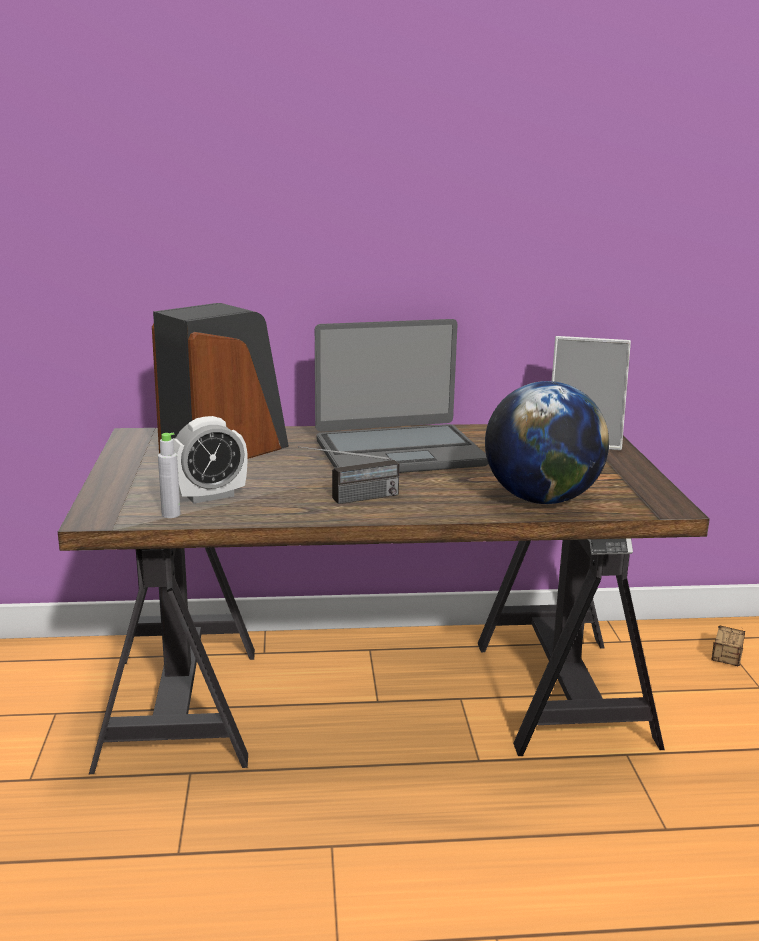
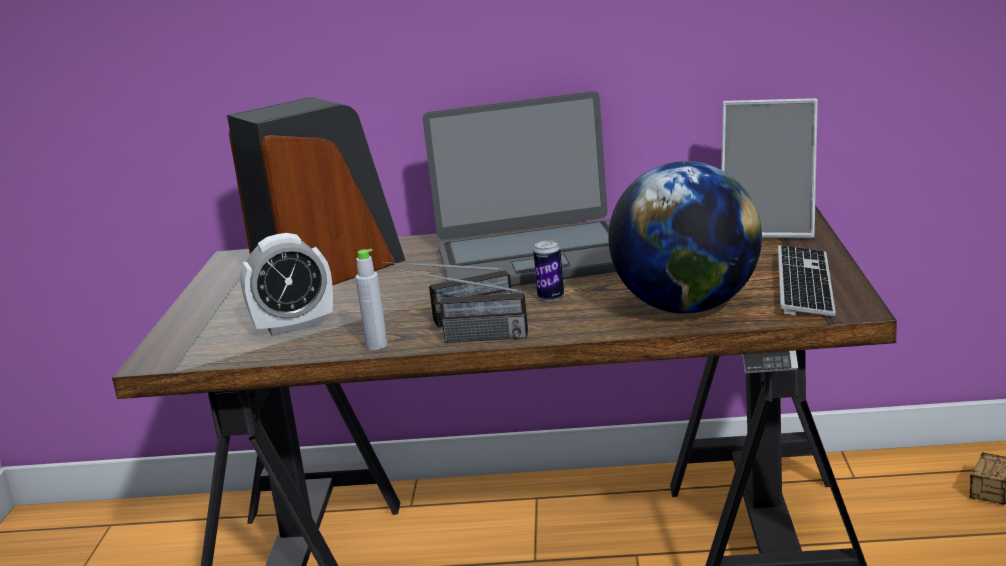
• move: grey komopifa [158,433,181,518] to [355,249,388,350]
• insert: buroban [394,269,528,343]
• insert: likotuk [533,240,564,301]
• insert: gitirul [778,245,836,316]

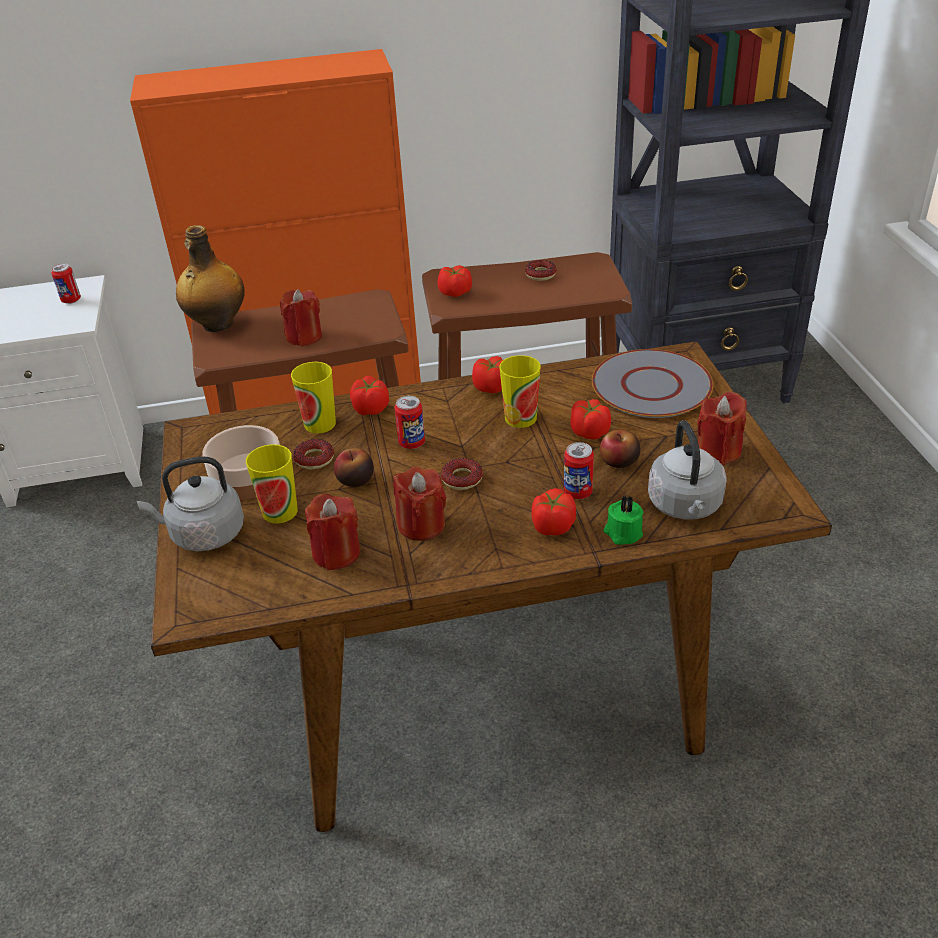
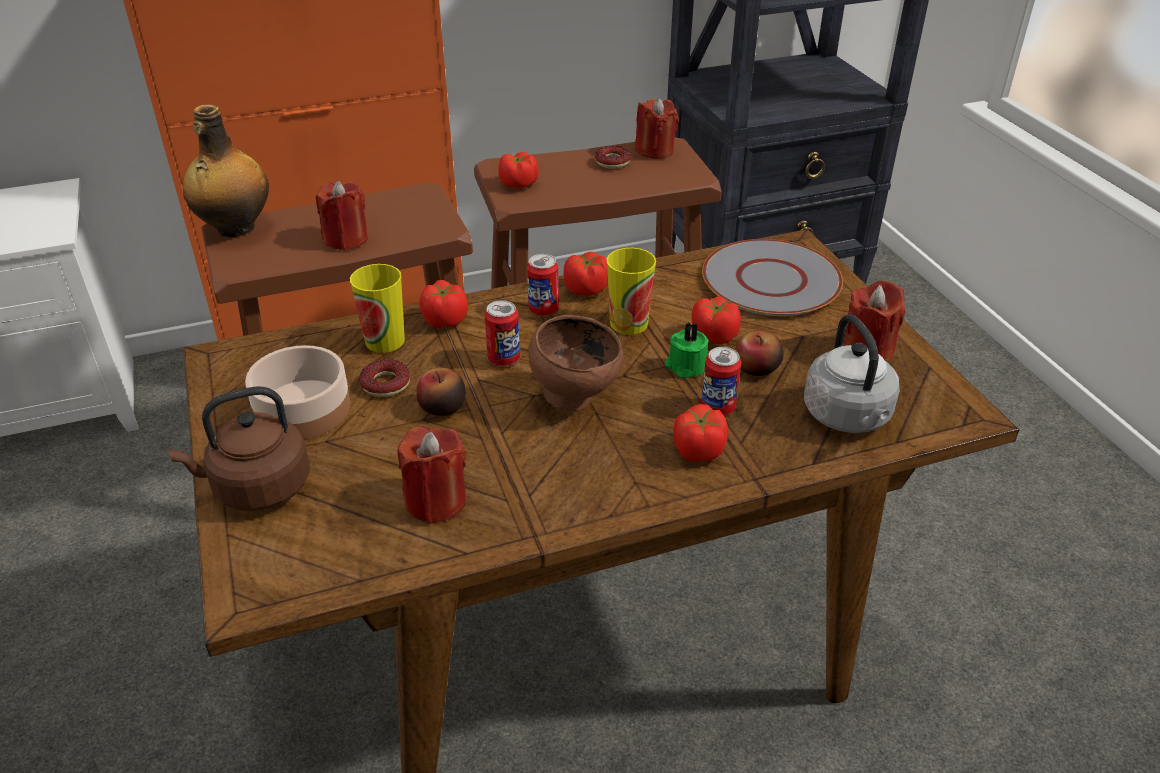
• move: likotuk [51,263,81,304] to [527,254,559,316]
• recolor: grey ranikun [137,456,244,551] to brown ranikun [167,387,310,511]
• delete: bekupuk [246,444,298,524]
• move: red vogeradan [393,466,446,541] to [635,98,679,159]
• replace: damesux [441,458,483,490] to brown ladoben [528,315,623,411]
• move: green vogeradan [604,495,644,545] to [665,323,709,378]

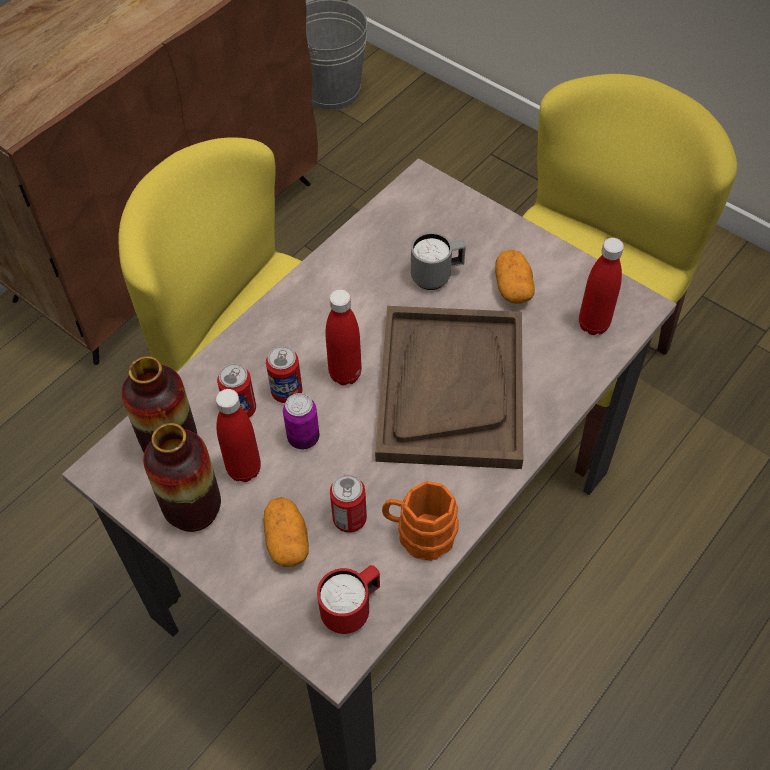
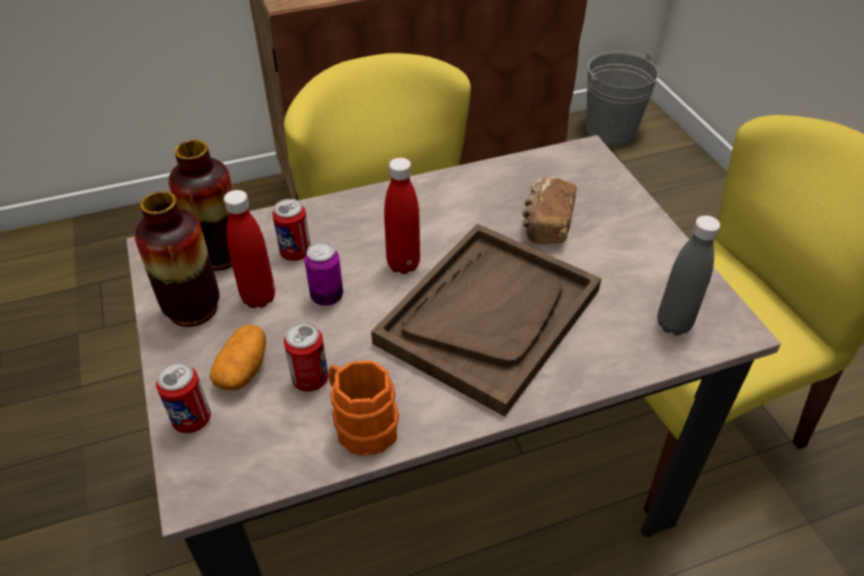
• move: likotuk [266,346,302,403] to [156,362,211,433]
• delete: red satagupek [317,565,380,634]
• replace: grey satagupek [411,232,466,290] to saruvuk [522,176,577,244]
• delete: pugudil [495,250,535,304]
• recolor: red komopifa [579,238,624,335] to grey komopifa [657,215,720,335]

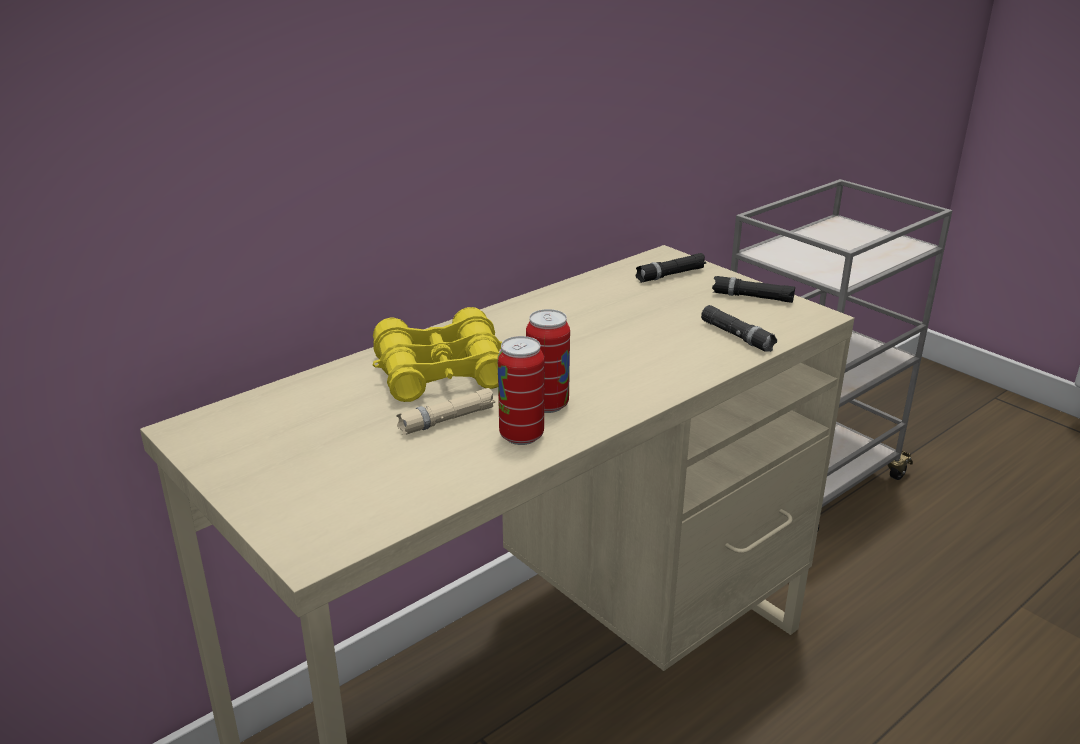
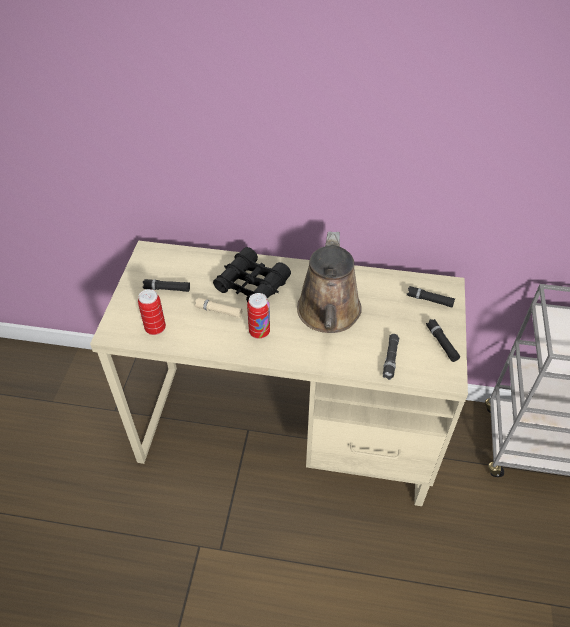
• recolor: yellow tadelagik [373,307,502,402] to black tadelagik [213,247,291,303]
• move: likotuk [497,336,544,445] to [138,289,166,335]
• insert: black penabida [143,279,190,292]
• insert: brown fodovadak [297,231,362,333]

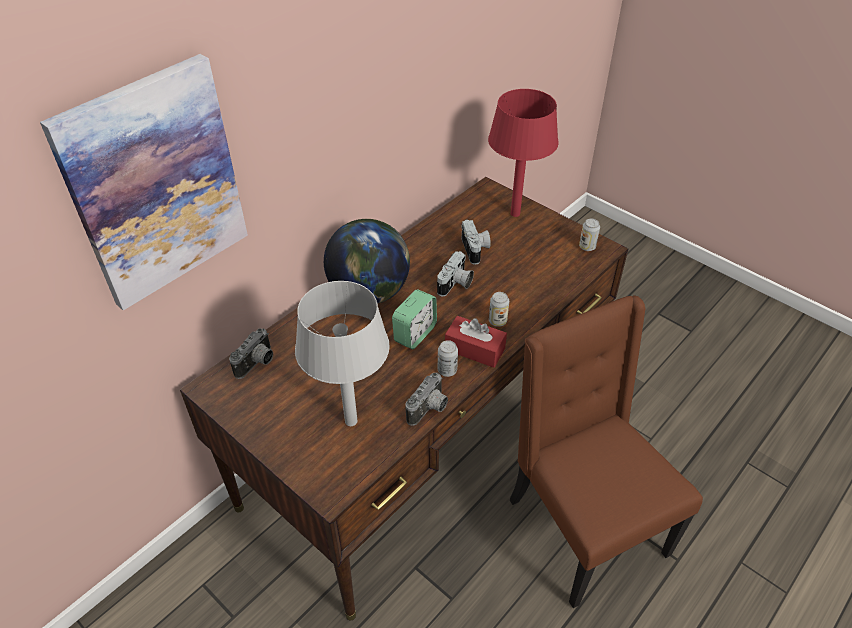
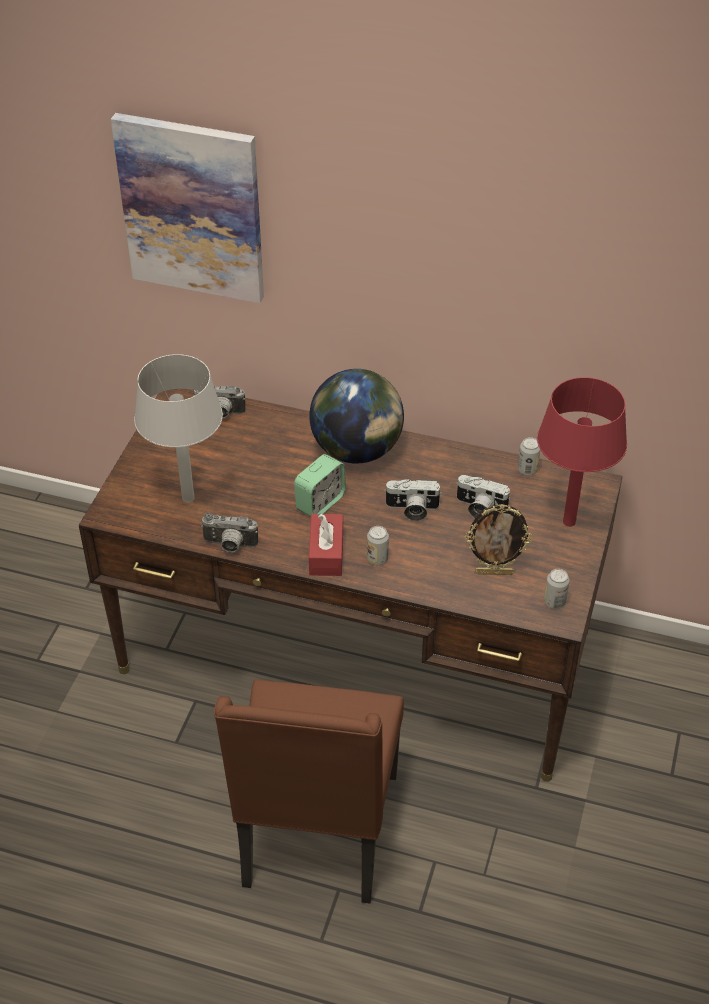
• rotate: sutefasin [392,289,437,349] = [294,454,346,517] 60 degrees counterclockwise
• move: likotuk [438,340,458,377] to [518,437,540,476]
• rotate: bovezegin [461,220,491,265] = [456,475,511,518] 60 degrees clockwise
• rotate: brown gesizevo [510,295,703,608] = [214,680,404,903] 150 degrees clockwise
• insert: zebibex [465,504,533,575]

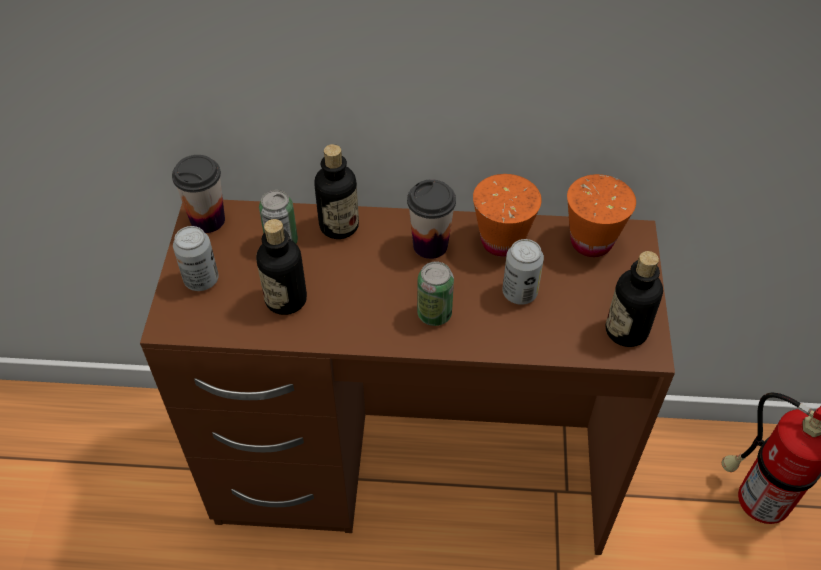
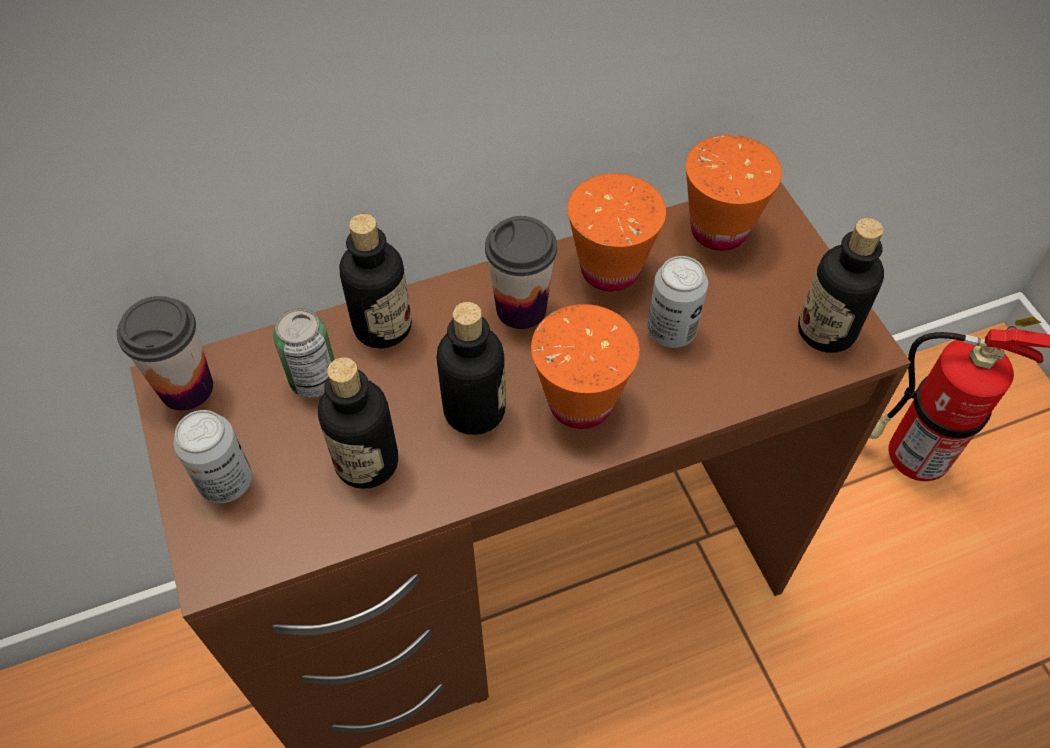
• replace: likotuk [417,261,454,326] to orange bekupuk [531,304,640,429]
• insert: komopifa [436,302,506,435]

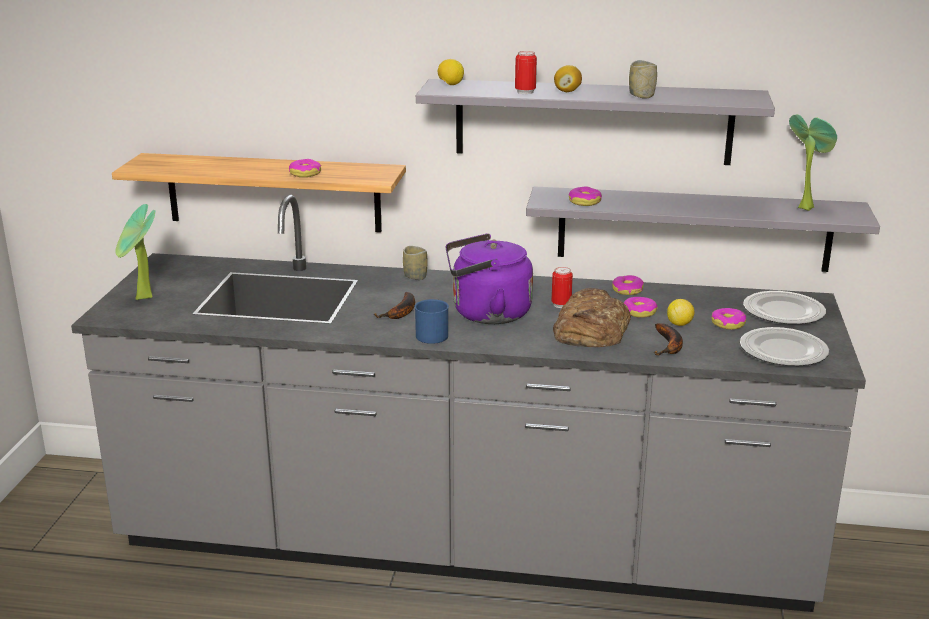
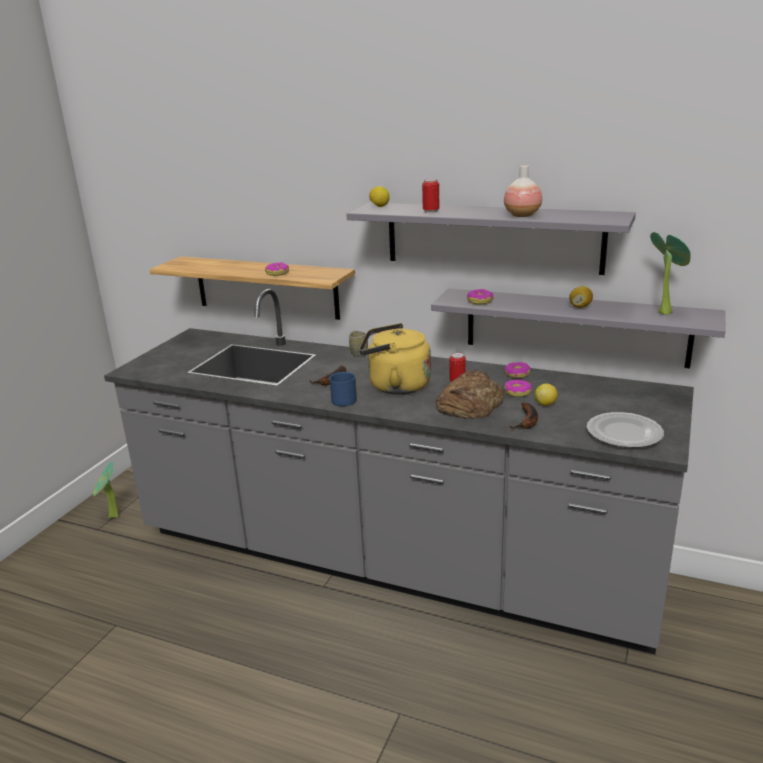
• move: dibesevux [115,204,156,300] to [93,461,119,518]
• recolor: purple ranikun [446,233,533,324] to yellow ranikun [359,323,431,395]
• move: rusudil [554,65,582,92] to [569,286,593,308]
• replace: bekupuk [629,60,657,99] to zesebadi [504,165,542,217]
• delete: damesux [711,308,746,330]
• delete: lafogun [743,291,826,324]

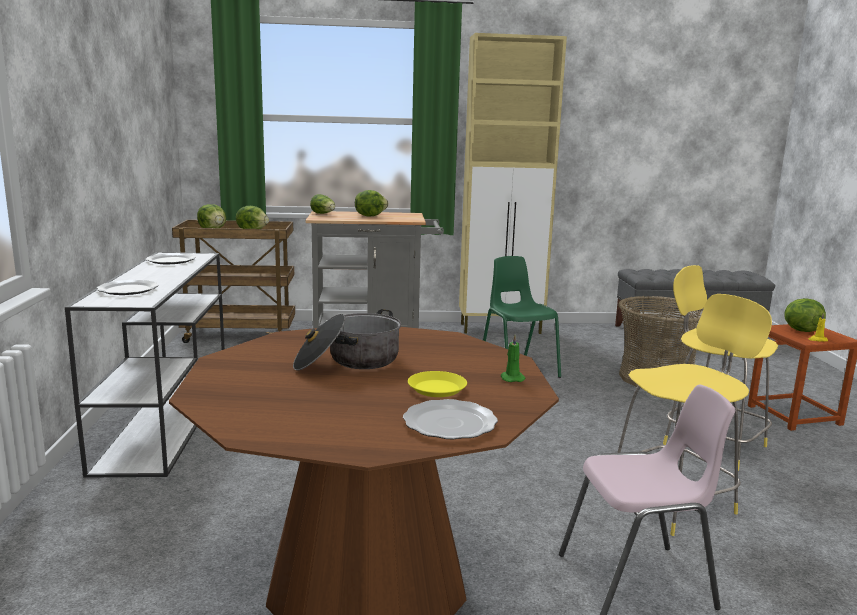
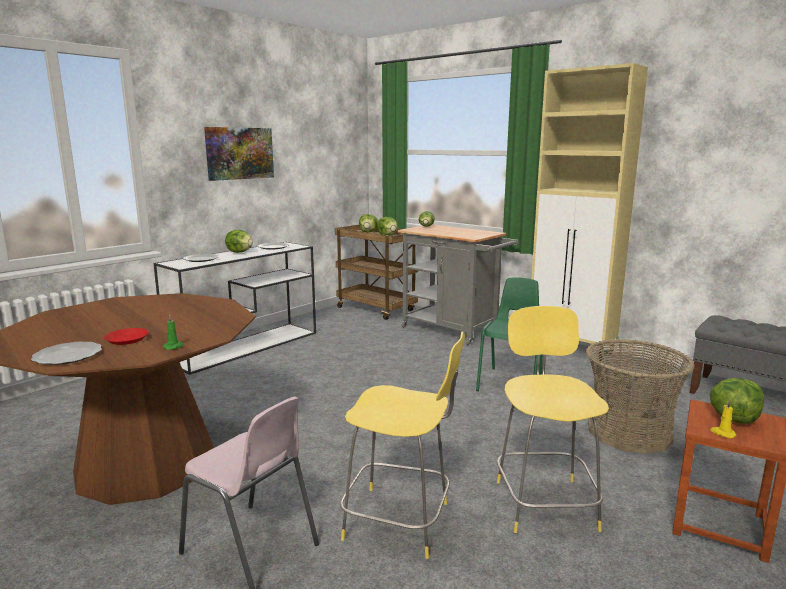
• delete: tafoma [293,309,401,371]
• move: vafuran [355,190,388,217] to [225,230,253,253]
• recolor: yellow lafogun [408,371,467,397] to red lafogun [104,328,149,345]
• insert: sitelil [204,127,274,181]

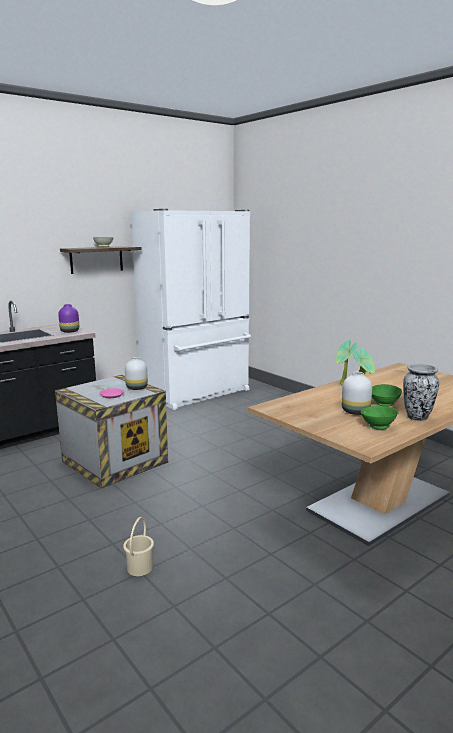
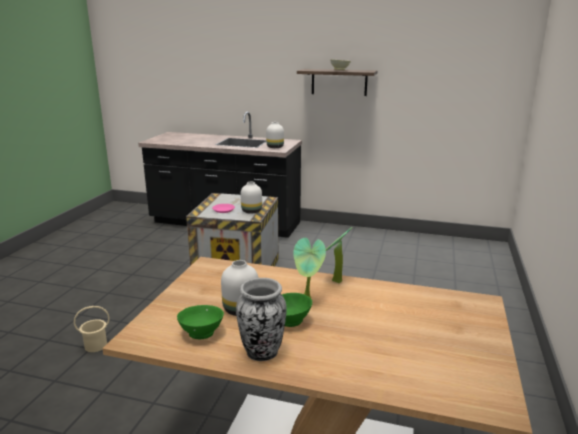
• recolor: purple zesebadi [58,304,79,333] to white zesebadi [266,122,284,148]
• delete: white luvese [131,209,251,410]

